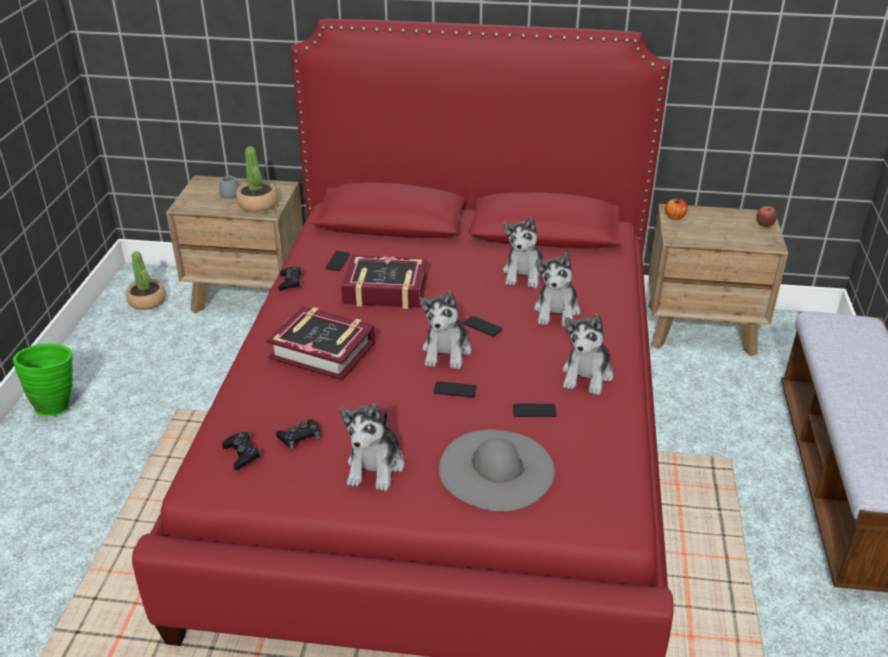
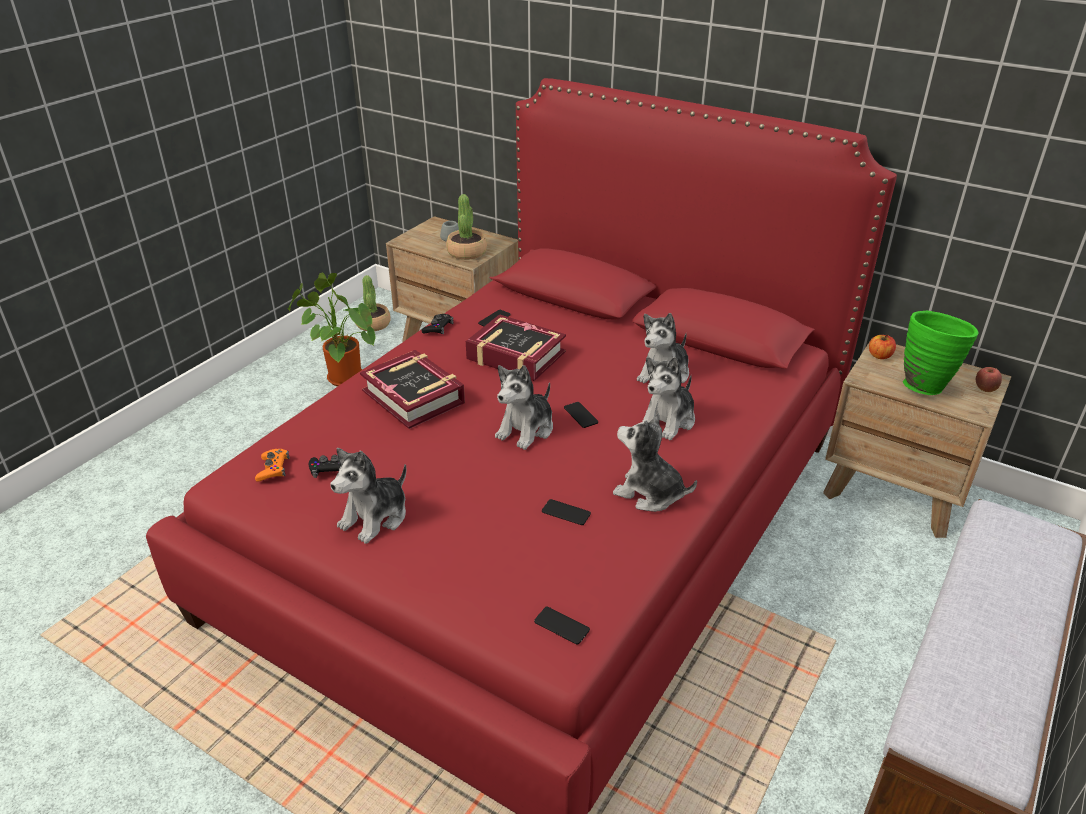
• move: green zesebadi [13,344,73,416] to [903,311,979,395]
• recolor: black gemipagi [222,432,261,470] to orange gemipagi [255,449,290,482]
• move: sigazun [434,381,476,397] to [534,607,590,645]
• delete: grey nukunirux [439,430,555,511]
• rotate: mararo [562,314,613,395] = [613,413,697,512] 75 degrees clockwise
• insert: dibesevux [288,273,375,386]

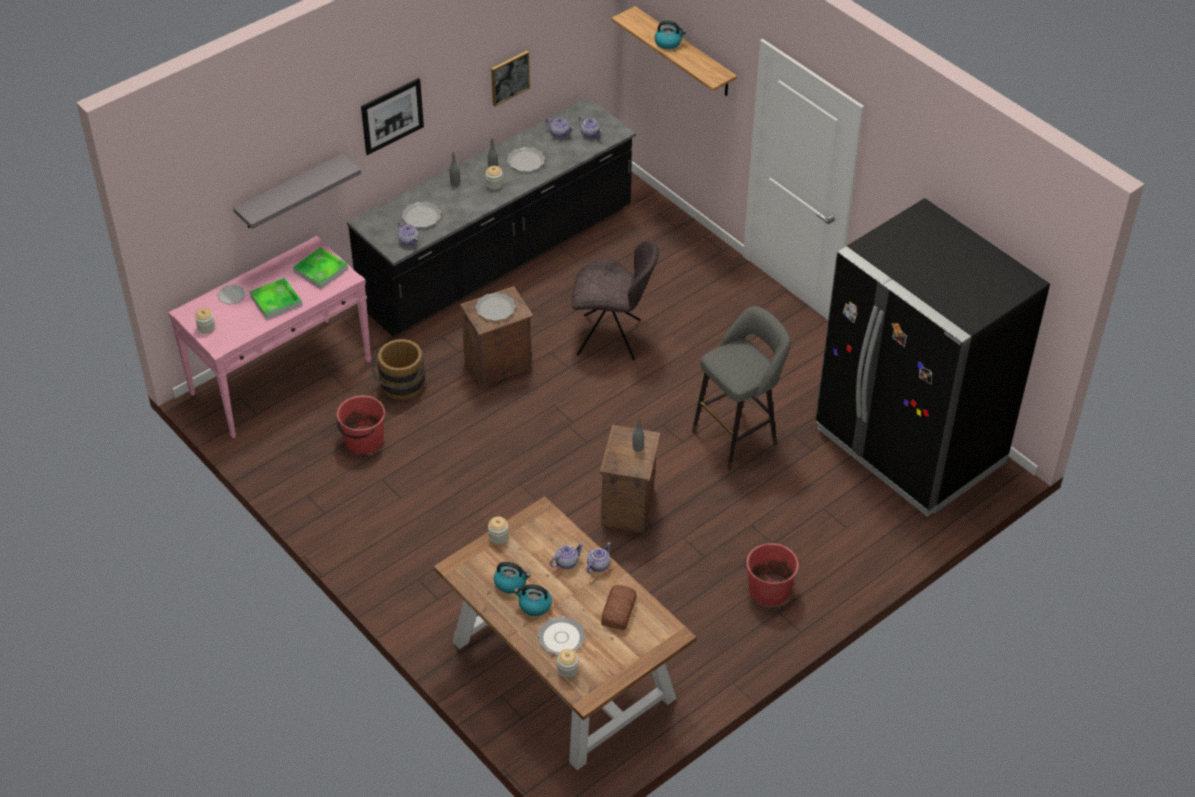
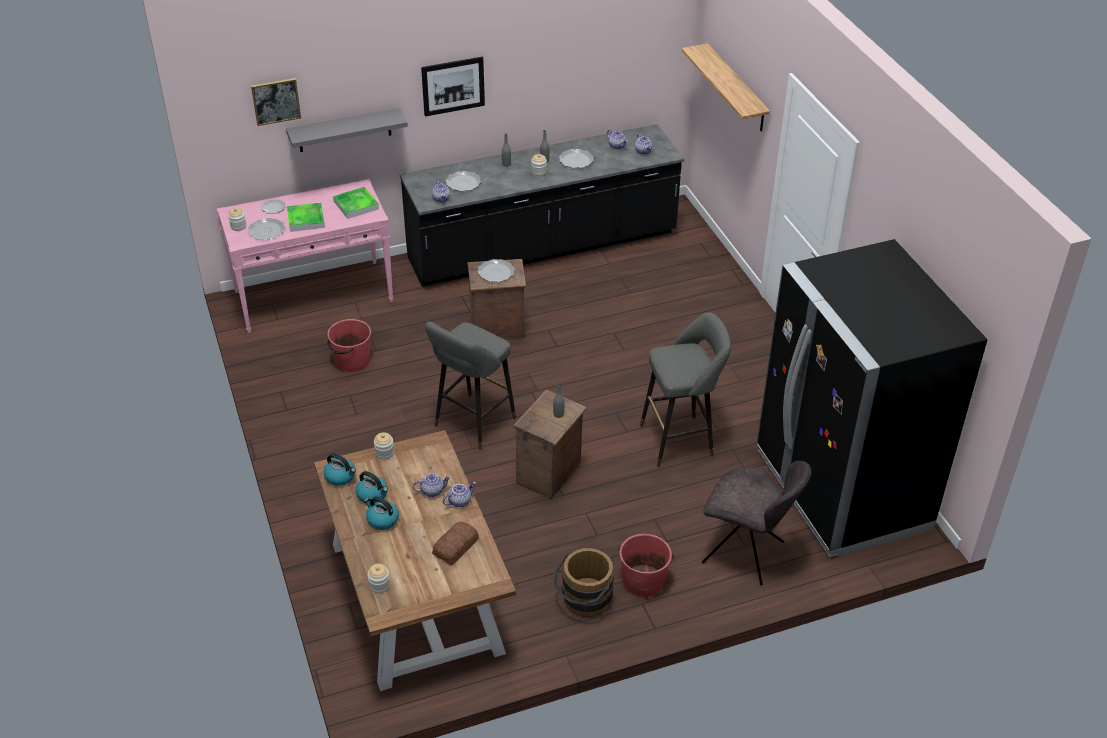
• move: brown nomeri [371,339,425,400] to [554,548,614,616]
• move: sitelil [491,51,530,106] to [251,78,301,126]
• move: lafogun [537,616,586,655] to [247,218,285,240]
• move: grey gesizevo [571,241,659,360] to [702,461,811,585]
• move: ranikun [655,20,686,49] to [324,453,356,486]
• insert: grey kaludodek [425,322,516,450]

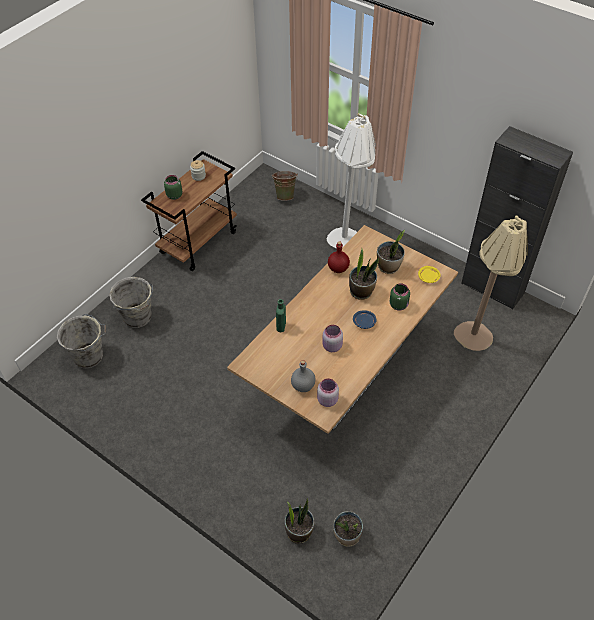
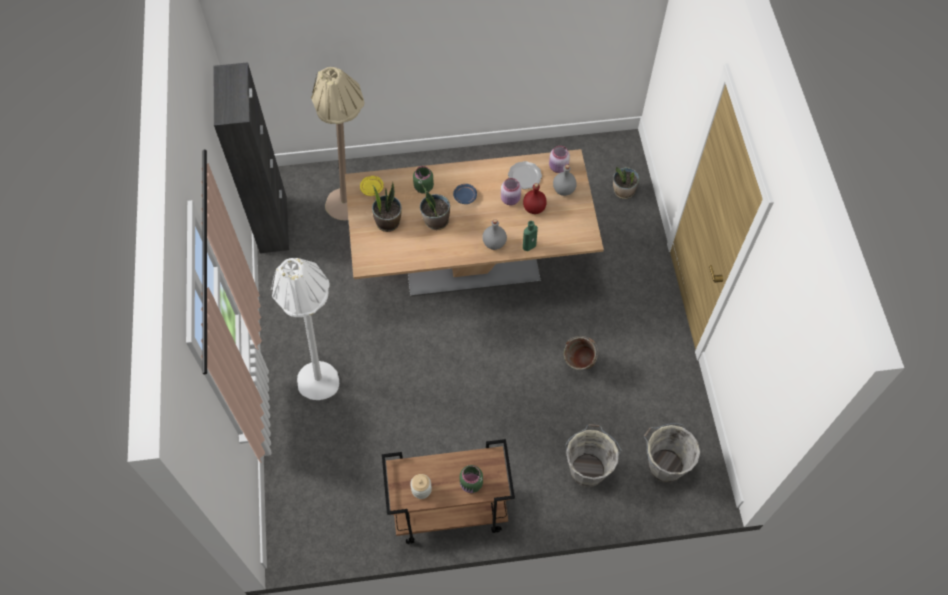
• move: green nomeri [272,171,298,201] to [564,336,598,370]
• move: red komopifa [328,241,350,273] to [523,183,547,214]
• delete: dibesevux [333,511,363,547]
• insert: grey komopifa [482,219,507,250]
• insert: lafogun [508,161,542,189]

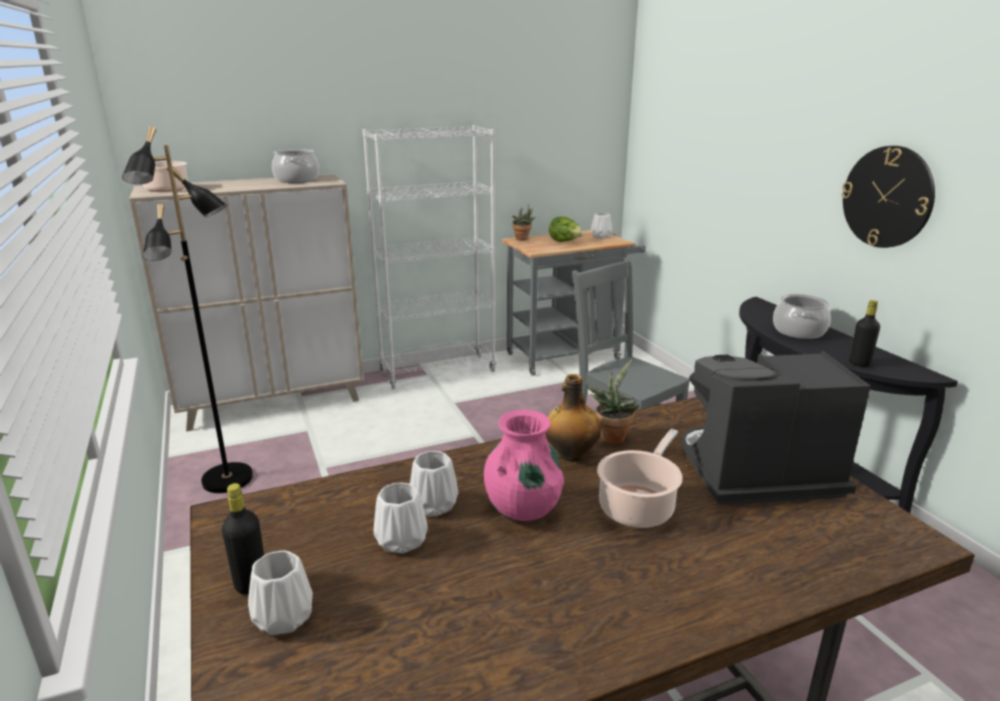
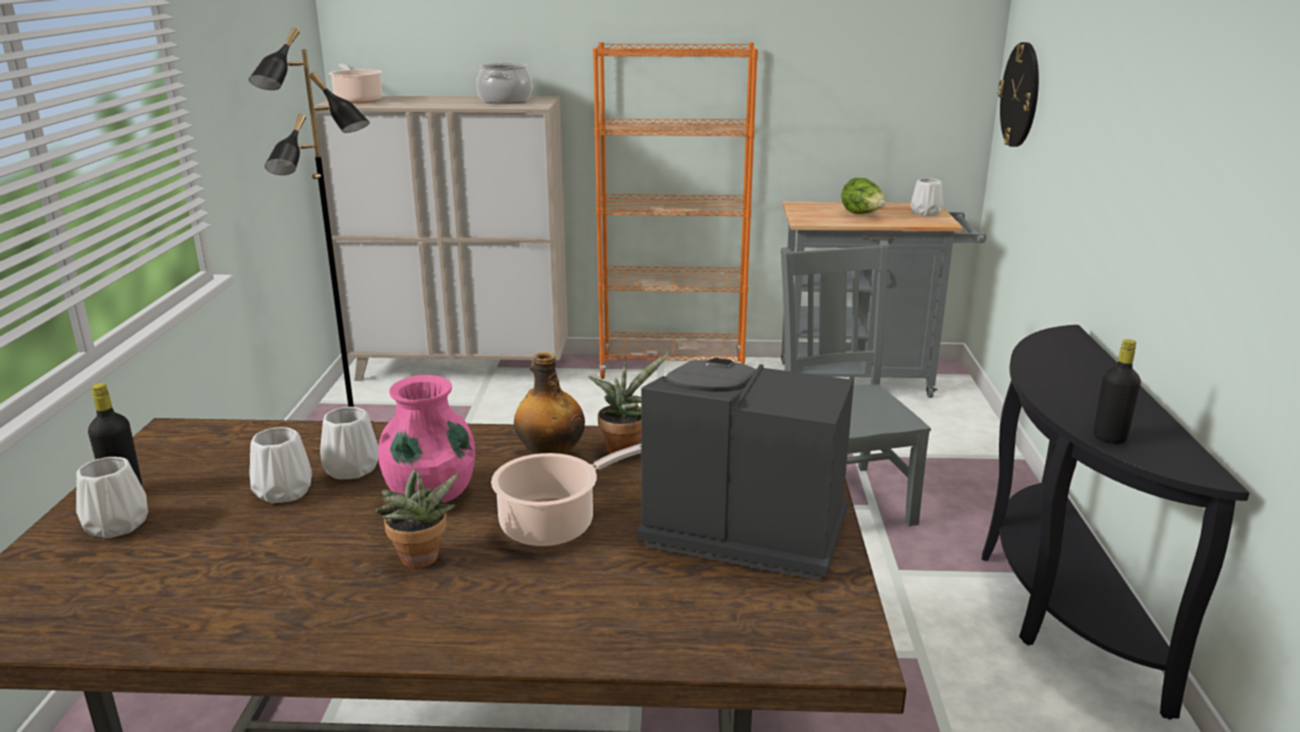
• recolor: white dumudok [363,125,496,389] to orange dumudok [593,42,758,379]
• move: dibesevux [512,204,536,241] to [376,470,459,568]
• delete: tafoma [773,294,831,339]
• move: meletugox [841,146,935,248] to [998,42,1039,147]

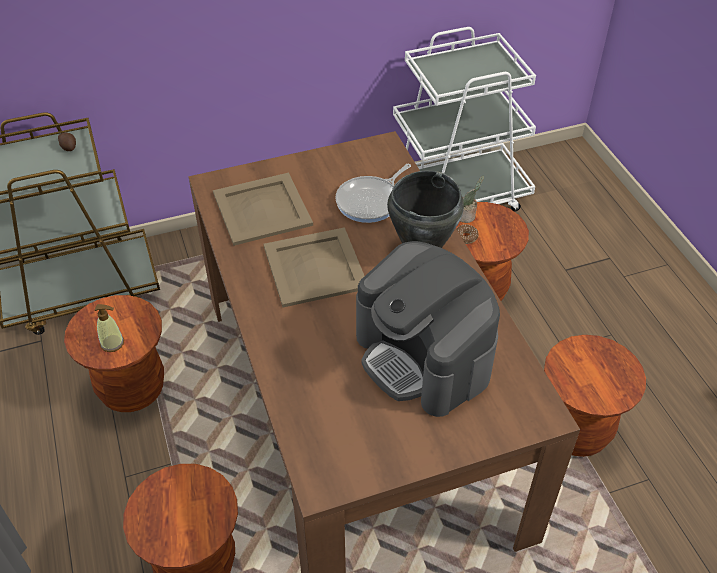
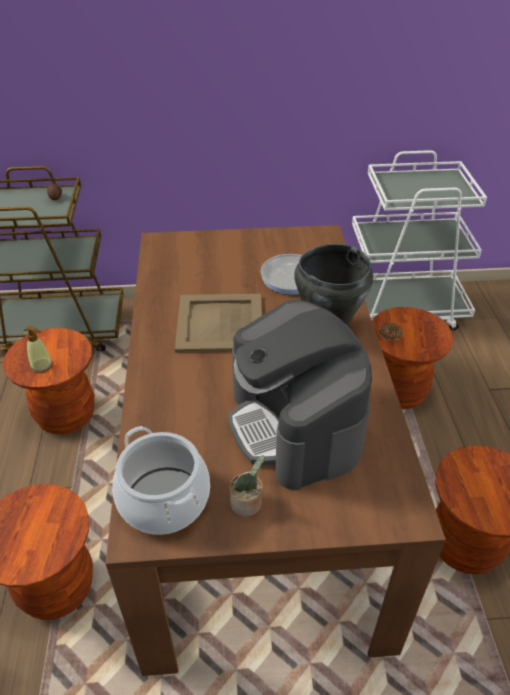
• delete: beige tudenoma [213,173,313,246]
• move: dibesevux [460,176,484,223] to [229,455,265,517]
• insert: tafoma [112,426,210,535]

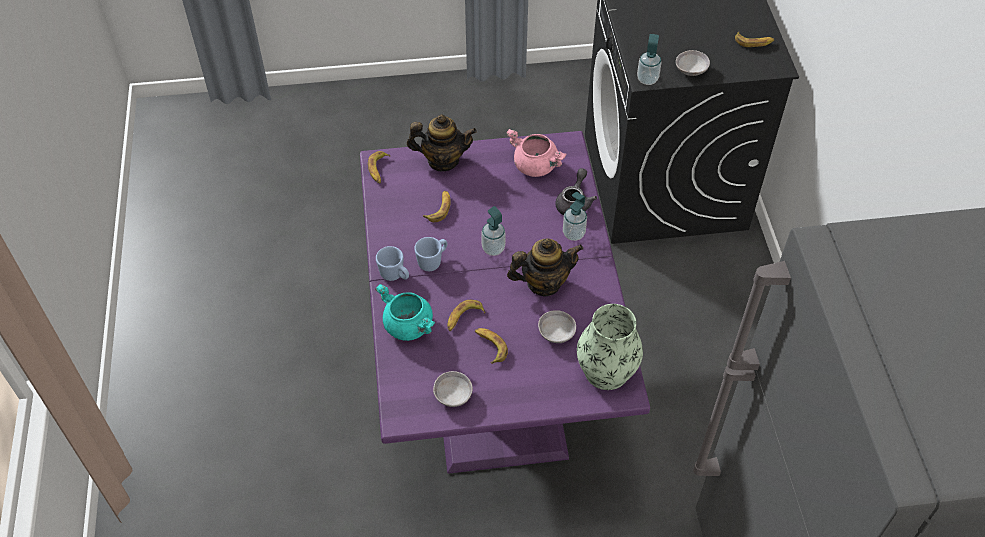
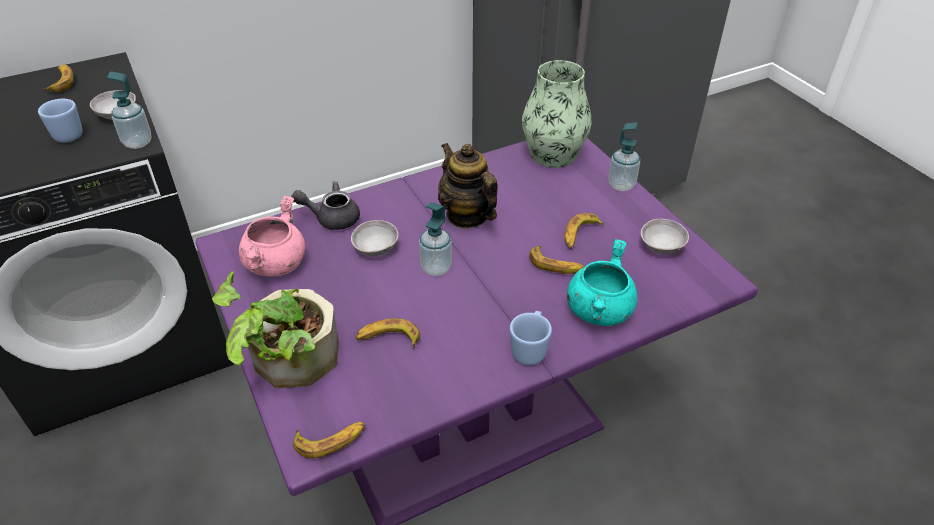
• replace: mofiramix [407,114,477,171] to dibesevux [212,272,339,388]
• move: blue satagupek [414,237,447,271] to [38,99,83,143]
• move: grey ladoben [538,310,576,343] to [351,220,399,256]
• move: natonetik [563,192,587,241] to [609,123,640,191]

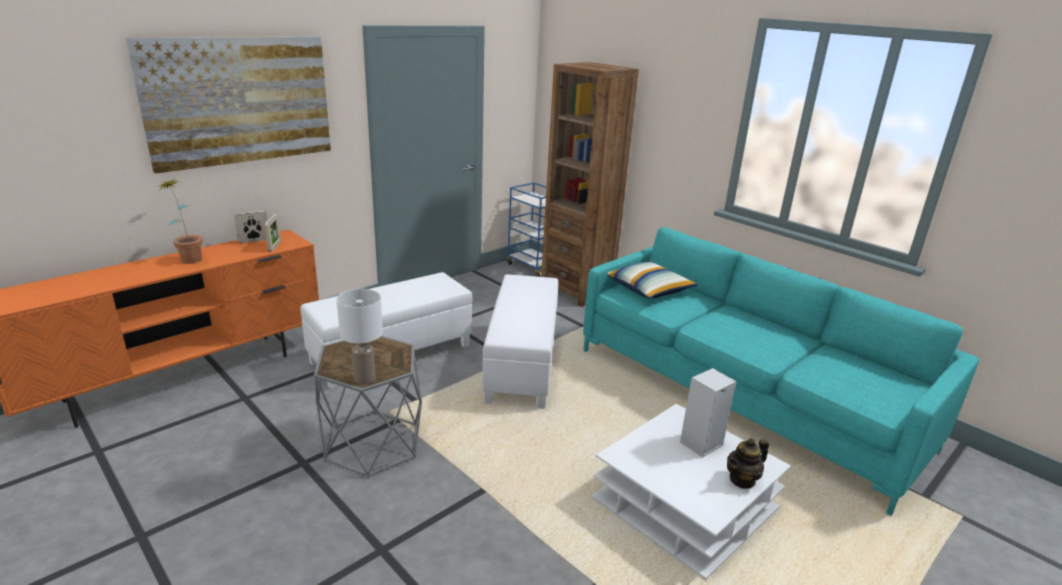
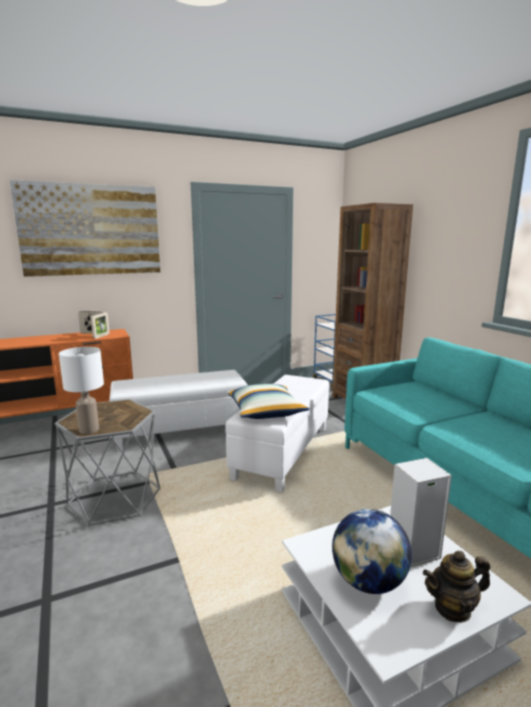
• delete: dibesevux [158,180,203,264]
• move: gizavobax [607,261,698,299] to [227,384,310,419]
• insert: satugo [332,509,412,594]

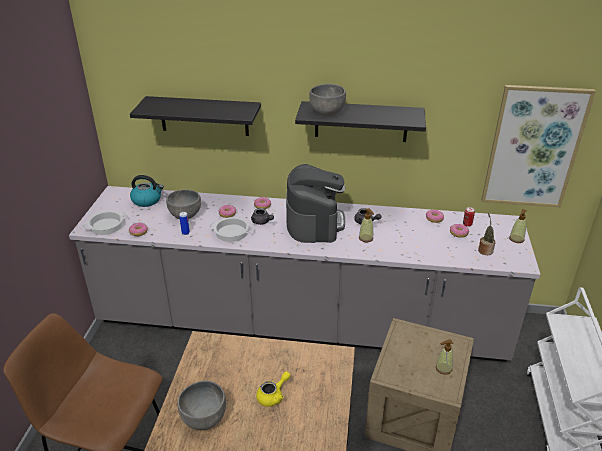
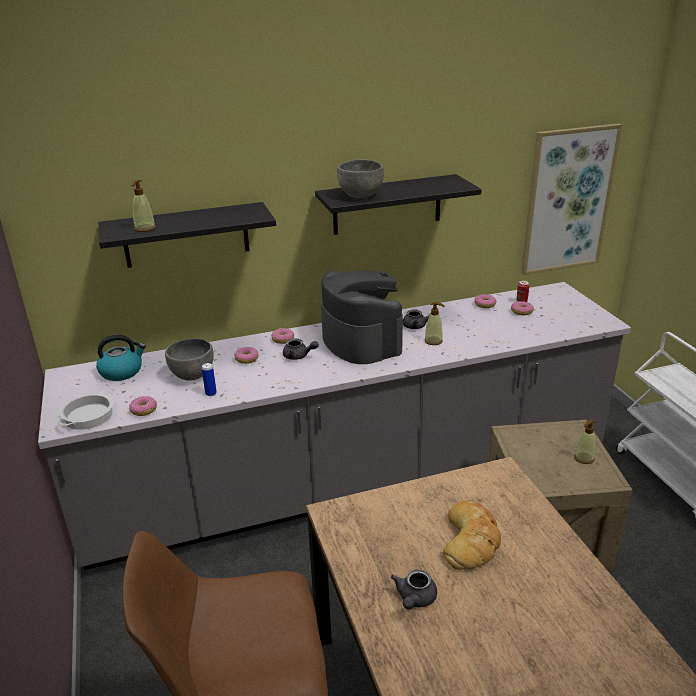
• replace: grey ladoben [178,381,226,430] to grey mofiramix [391,569,437,609]
• delete: tafoma [210,217,254,242]
• replace: yellow mofiramix [256,371,290,407] to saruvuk [443,501,501,570]
• delete: dibesevux [478,213,495,255]
• move: natonetik [509,209,527,243] to [131,180,156,232]

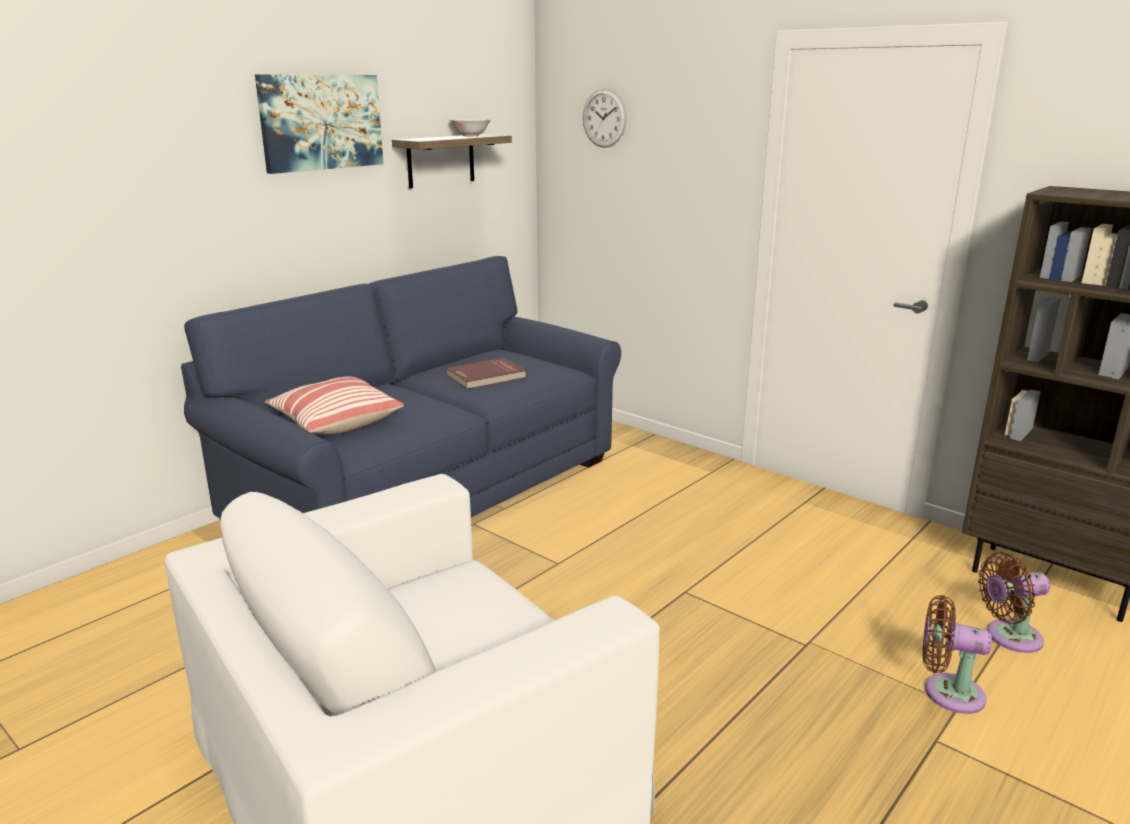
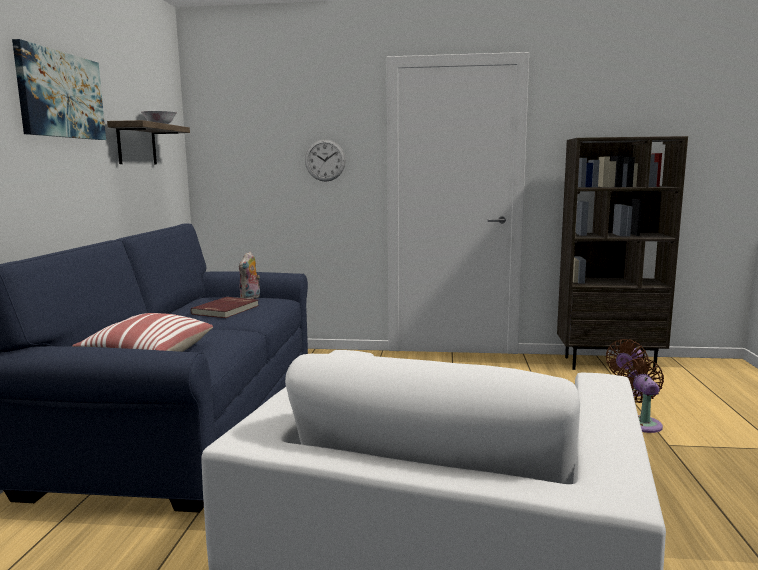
• move: meletugox [583,89,627,148] to [305,139,346,182]
• rotate: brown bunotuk [923,595,992,714] = [617,358,664,433] 105 degrees clockwise
• insert: mararo [239,252,260,299]

